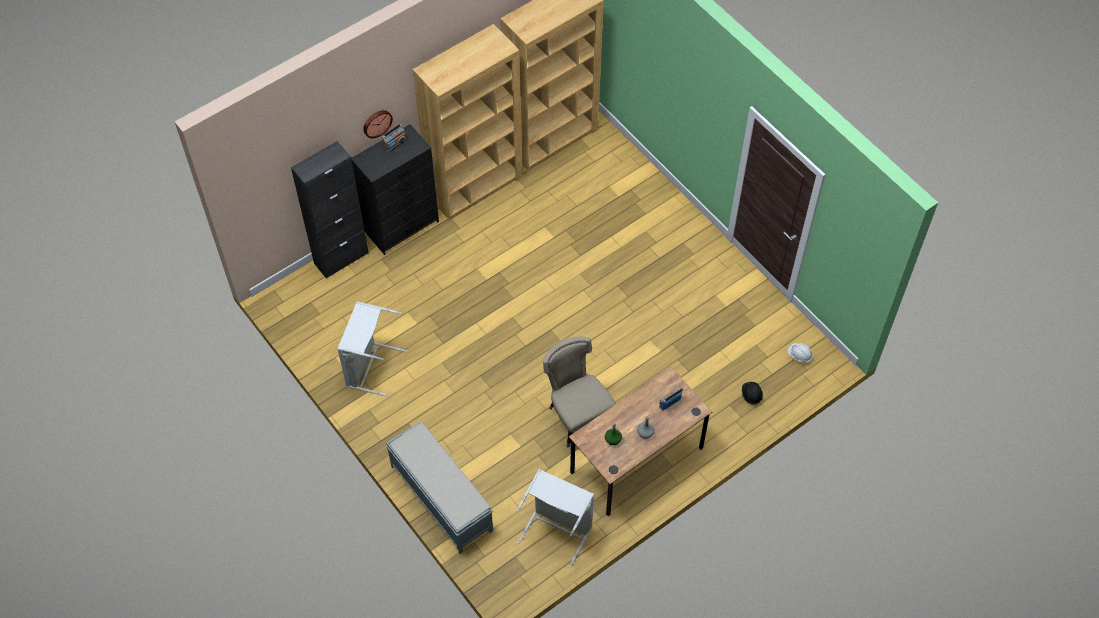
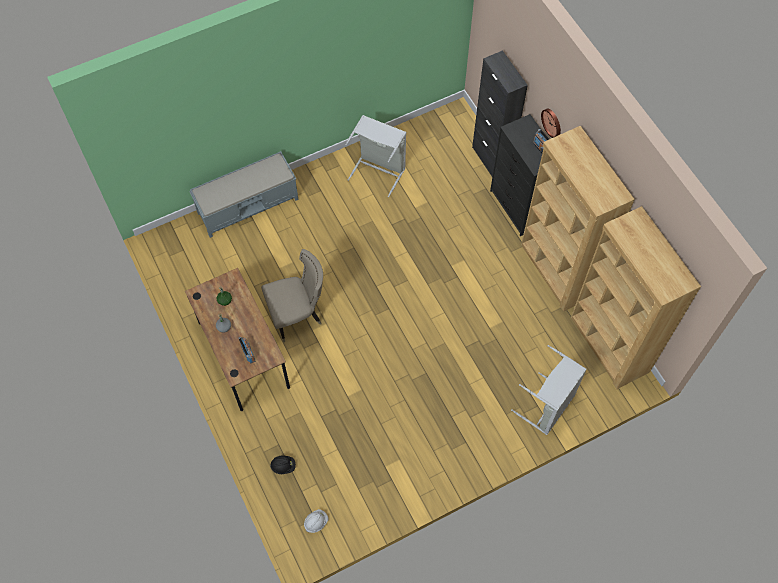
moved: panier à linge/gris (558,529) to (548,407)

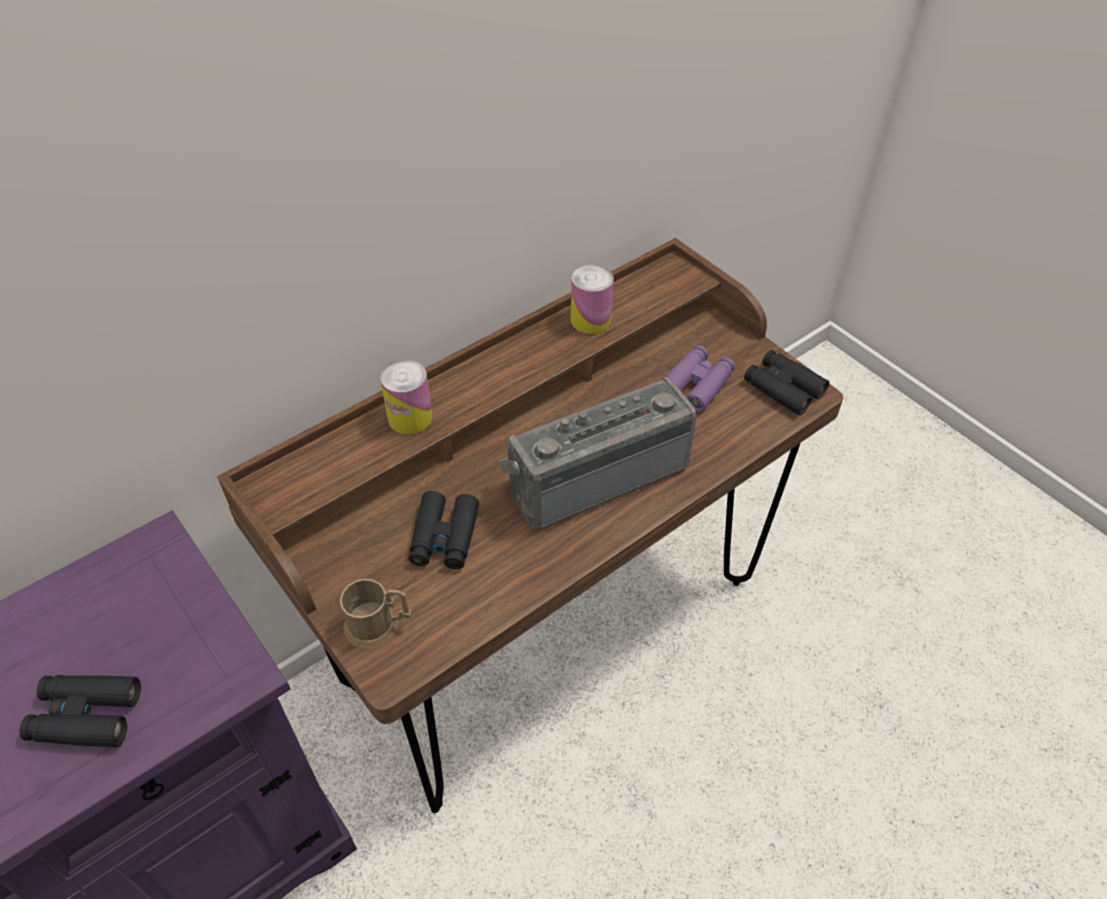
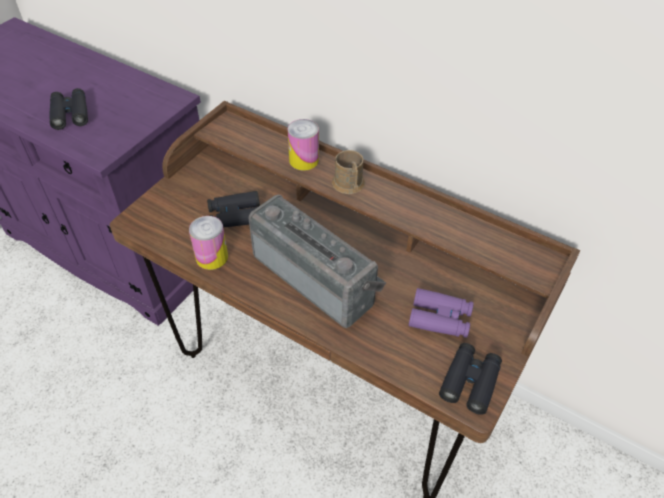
moved: boîte métallique (590,320) to (212,257); mug/marron (379,625) to (349,186)

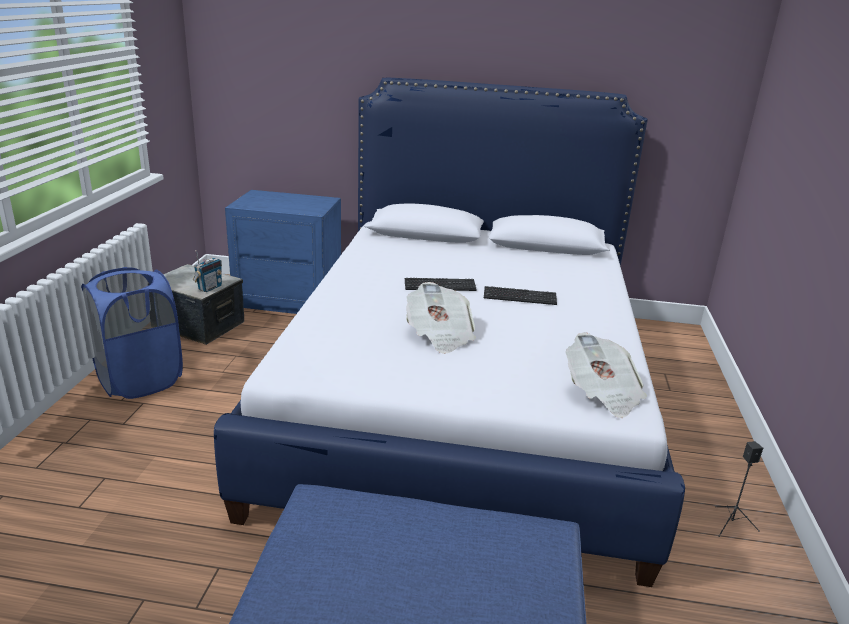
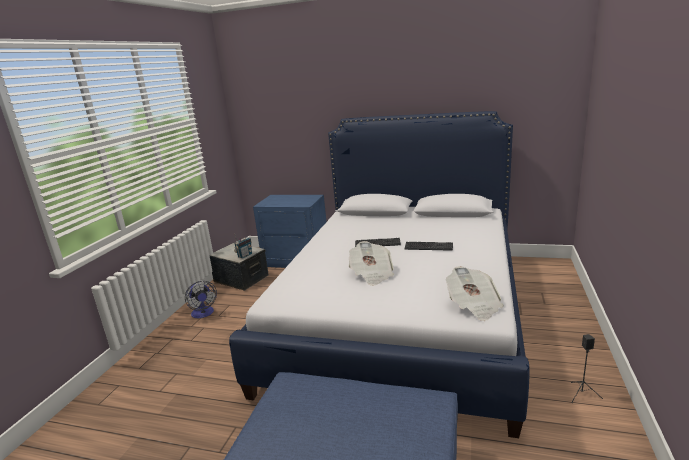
replaced: panier à linge/bleu (140,380) to ventilateur (203,314)

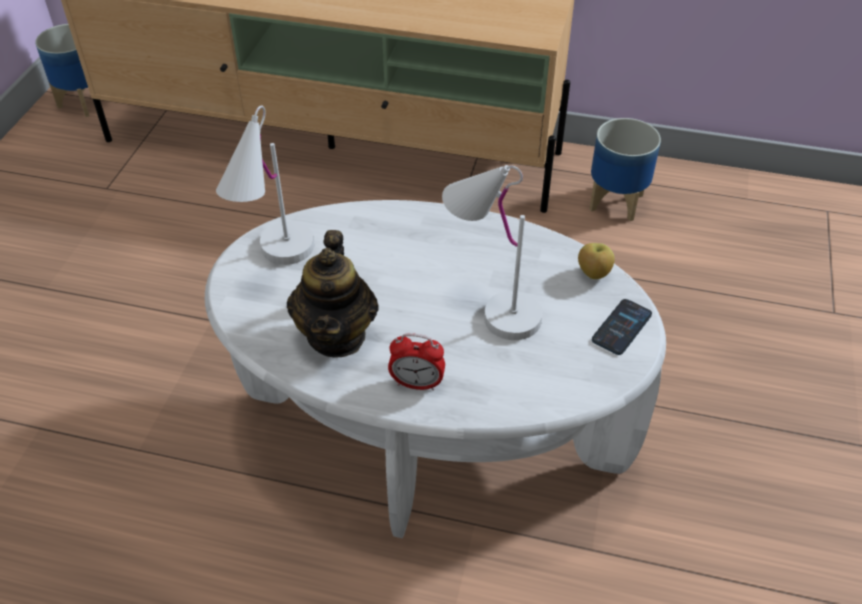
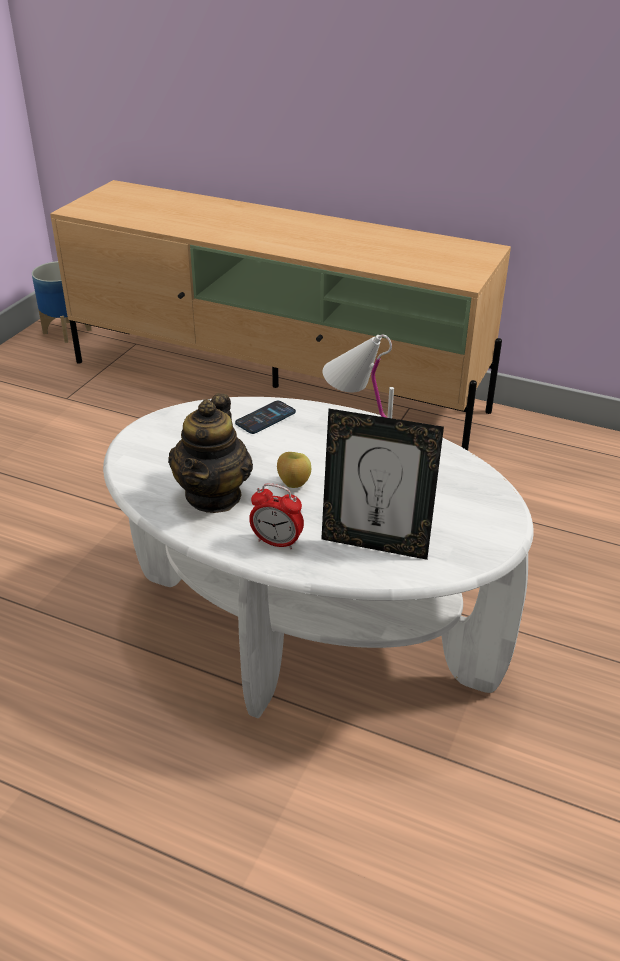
removed: lampe de table/blanc (274,262); cache-pot (617,203)
added: cadre photo (375,543)
moved: pomme (593,274) to (293,484); téléphone (621,327) to (265,418)

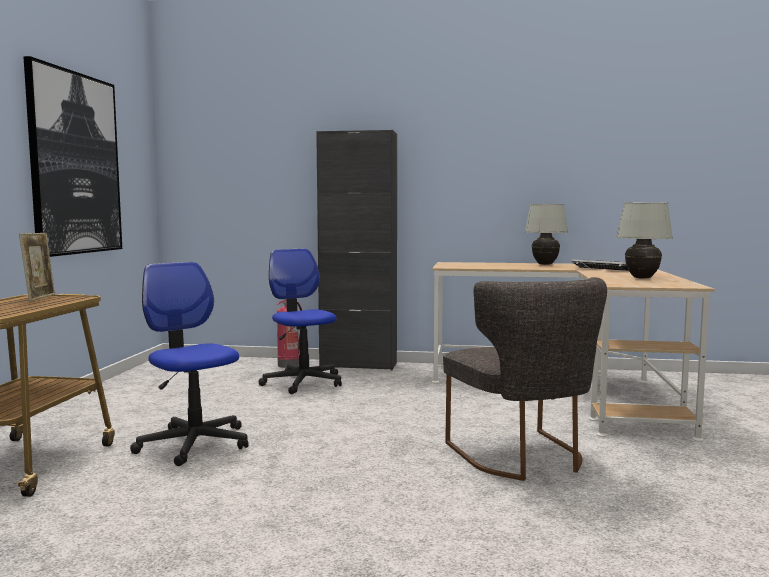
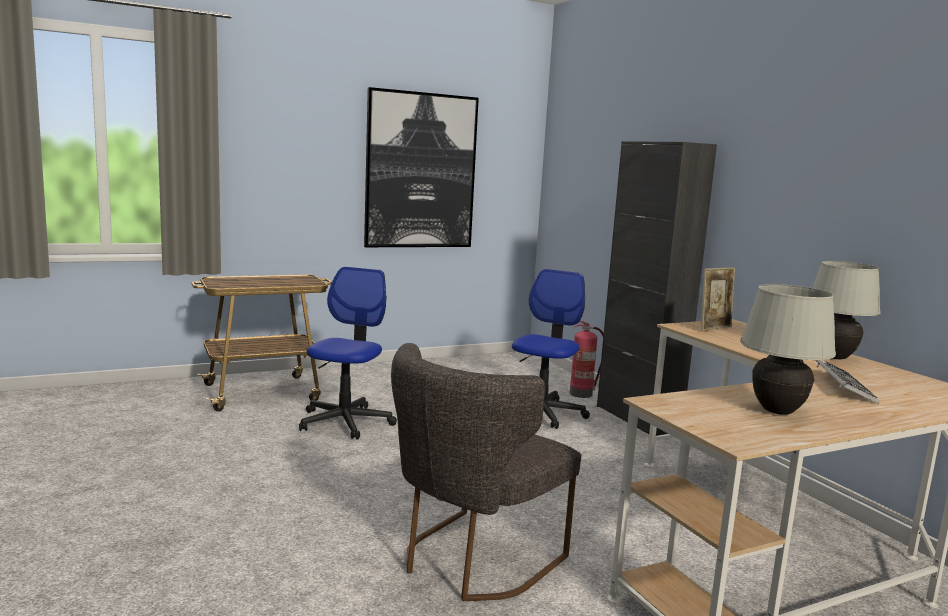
moved: cadre photo (40,298) to (714,328)

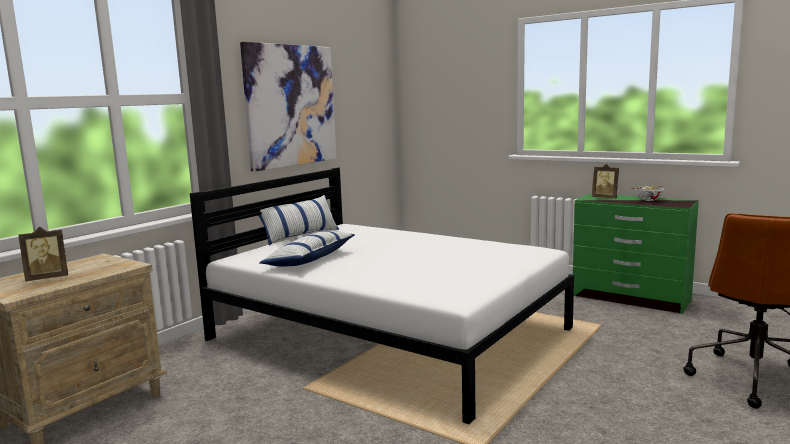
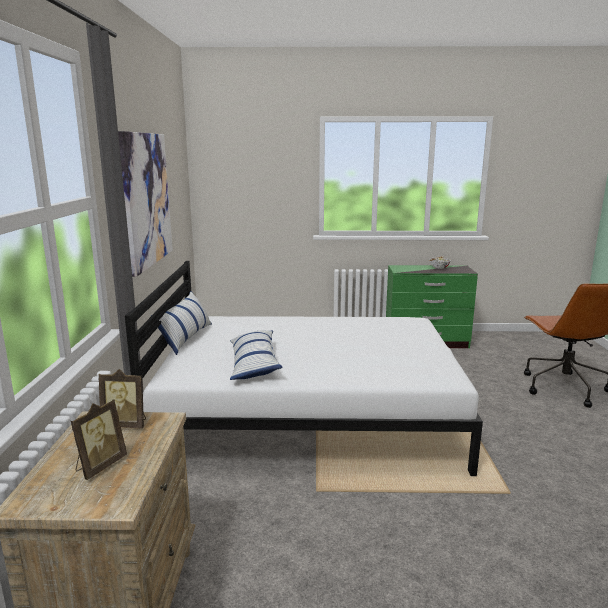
moved: cadre photo (605,198) to (126,424)

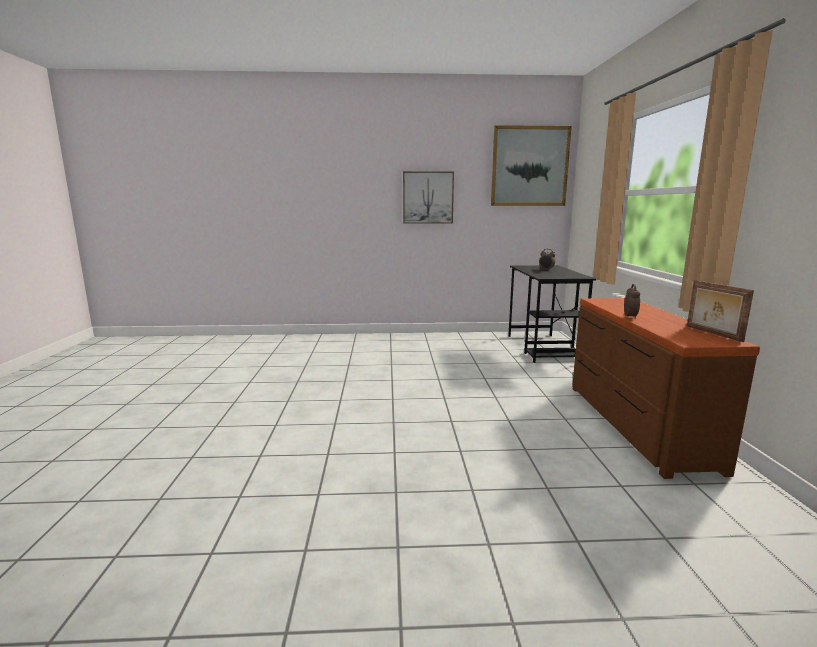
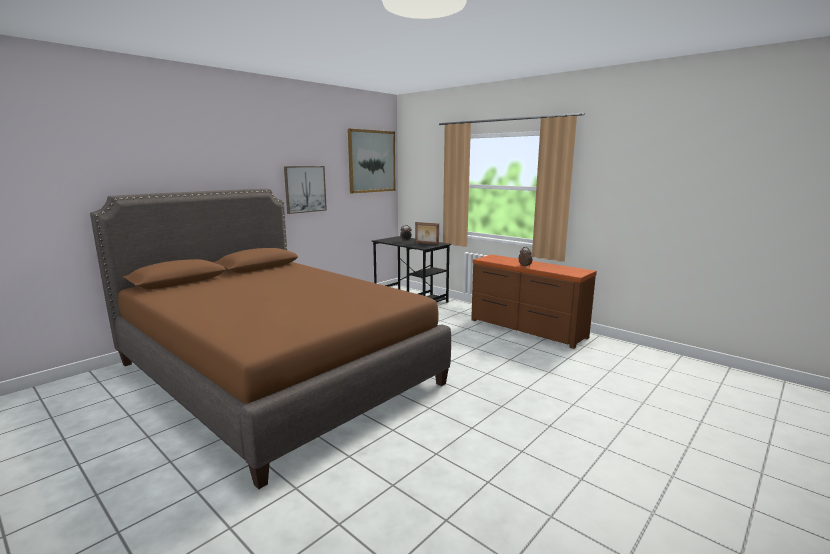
added: lit/marron (275,373)
moved: cadre photo (712,333) to (426,243)

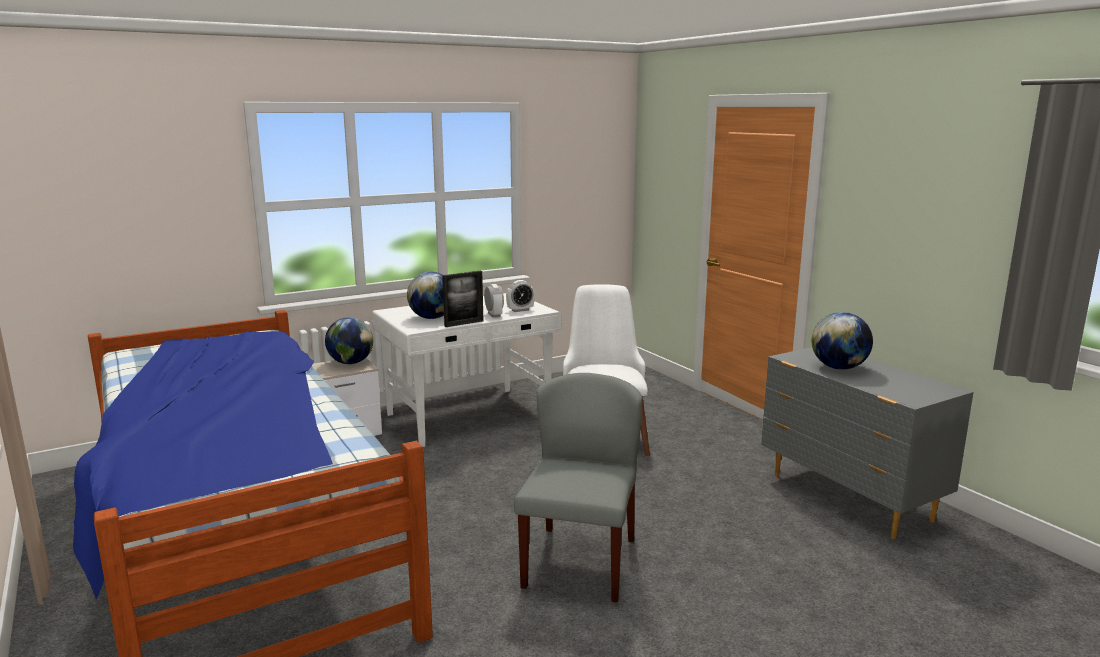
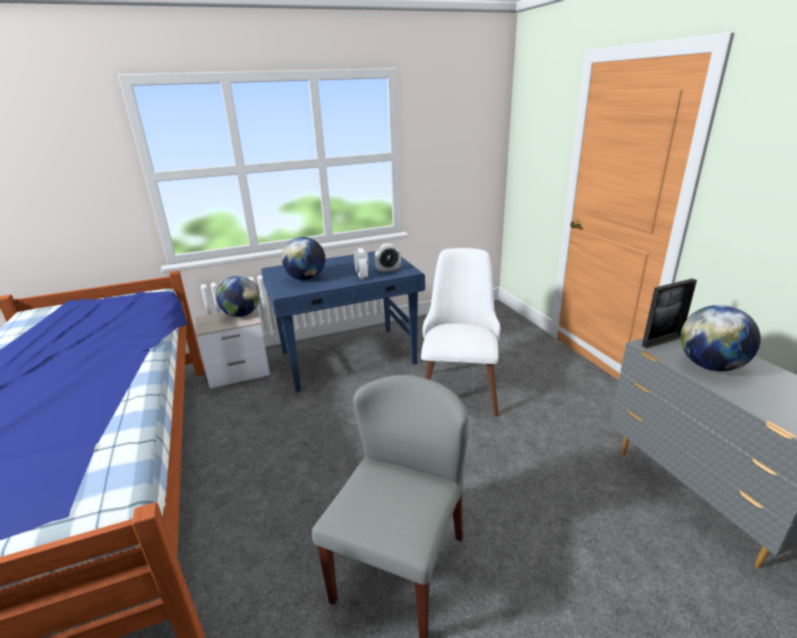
moved: cadre photo (464,323) to (662,341)
recoloured: bureau/blanc (470,416) to bureau/bleu (349,358)

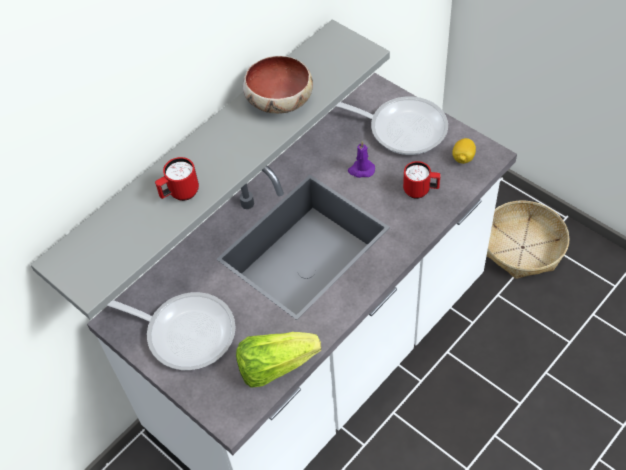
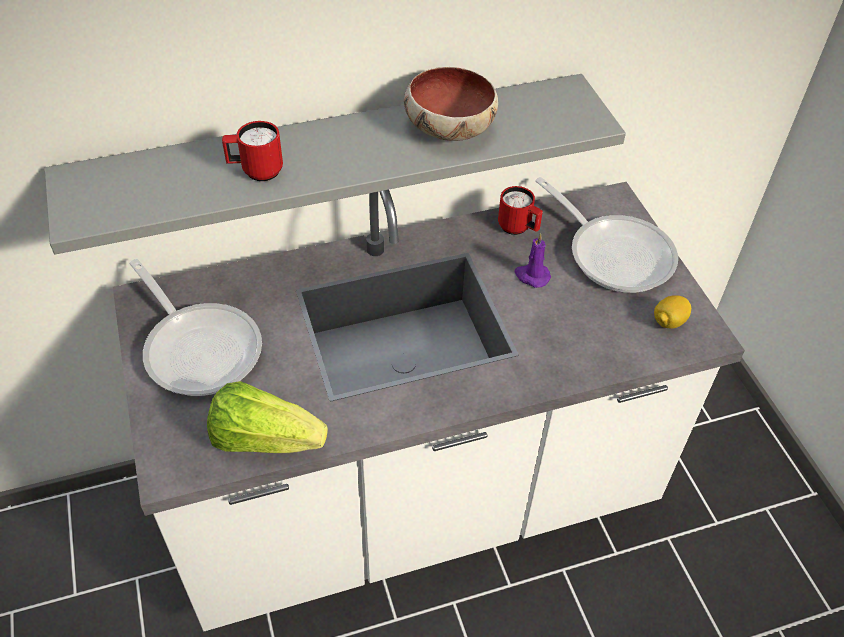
removed: panier (523,247)
moved: mug/rouge (420,191) to (518,229)

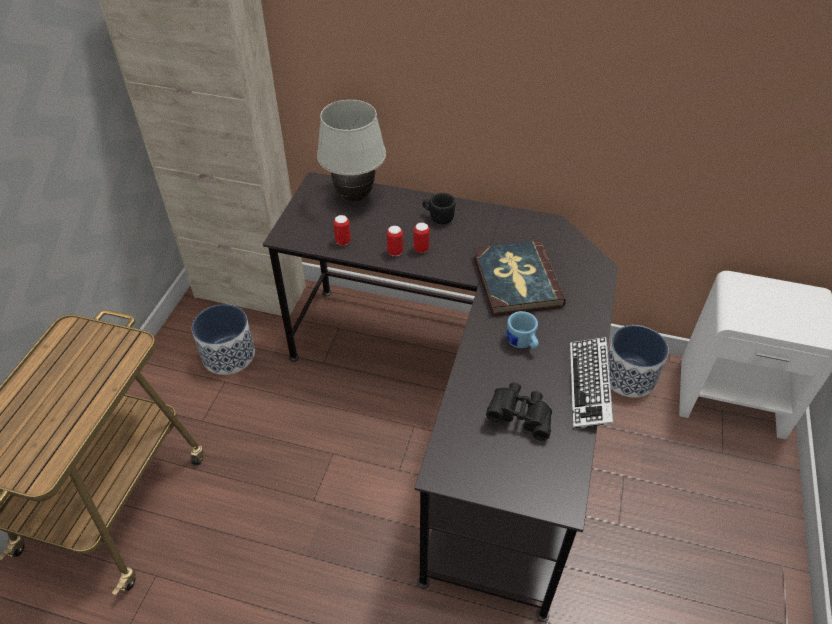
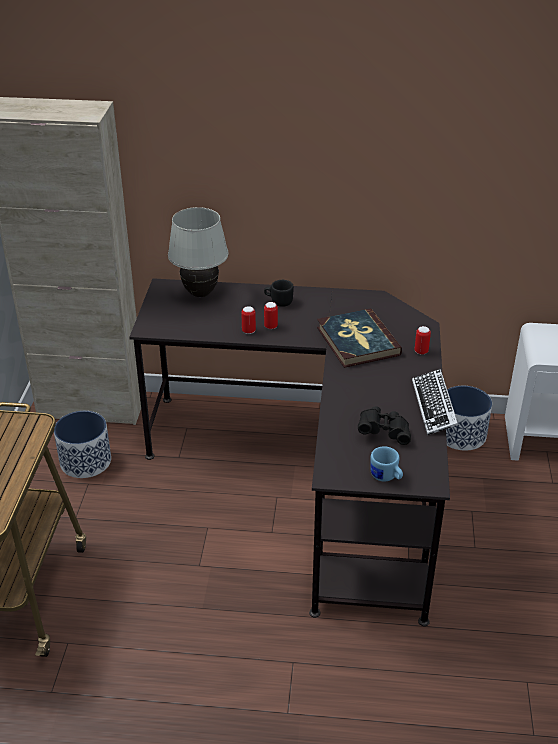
moved: boîte métallique (343,241) to (421,351); mug/bleu (522,343) to (386,477)

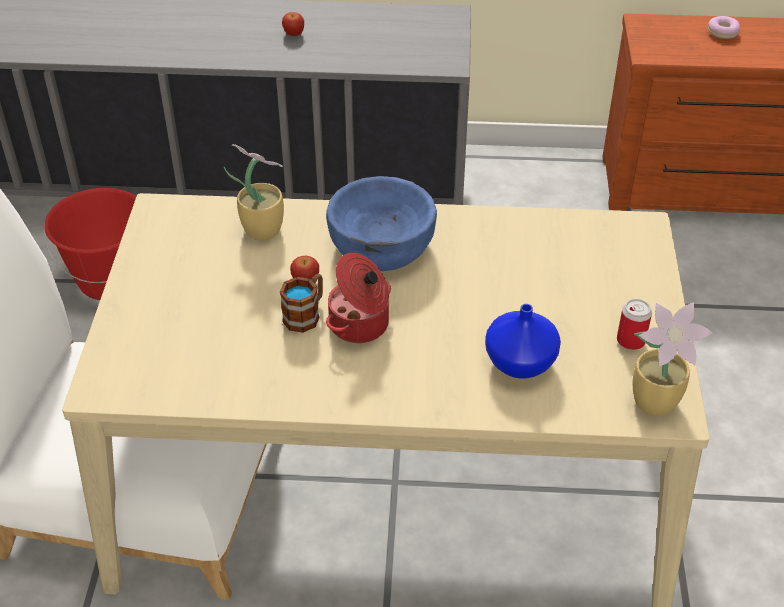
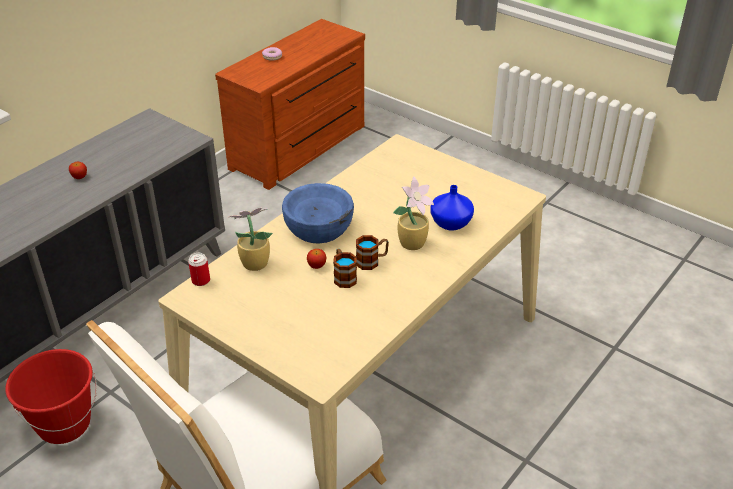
moved: boîte métallique (630,340) to (201,280); plante en pot (657,402) to (413,243)
replaced: marmite (360,325) to mug (372,261)

